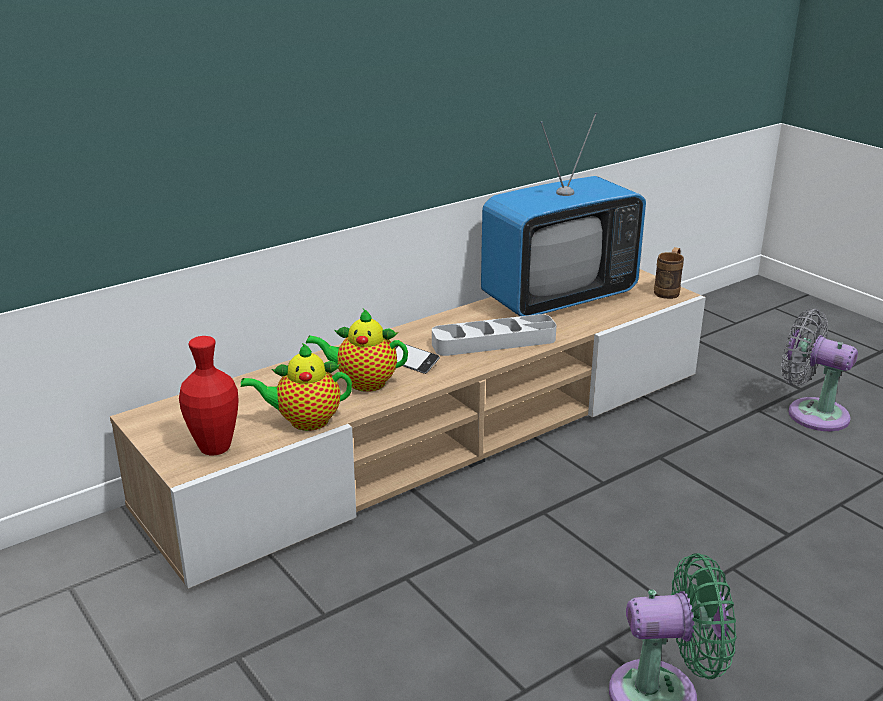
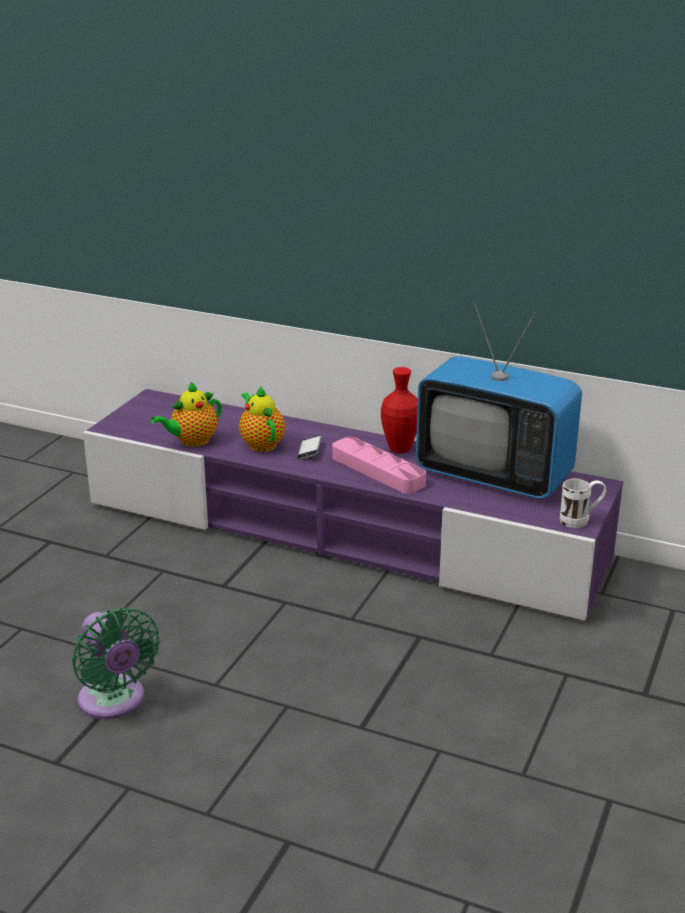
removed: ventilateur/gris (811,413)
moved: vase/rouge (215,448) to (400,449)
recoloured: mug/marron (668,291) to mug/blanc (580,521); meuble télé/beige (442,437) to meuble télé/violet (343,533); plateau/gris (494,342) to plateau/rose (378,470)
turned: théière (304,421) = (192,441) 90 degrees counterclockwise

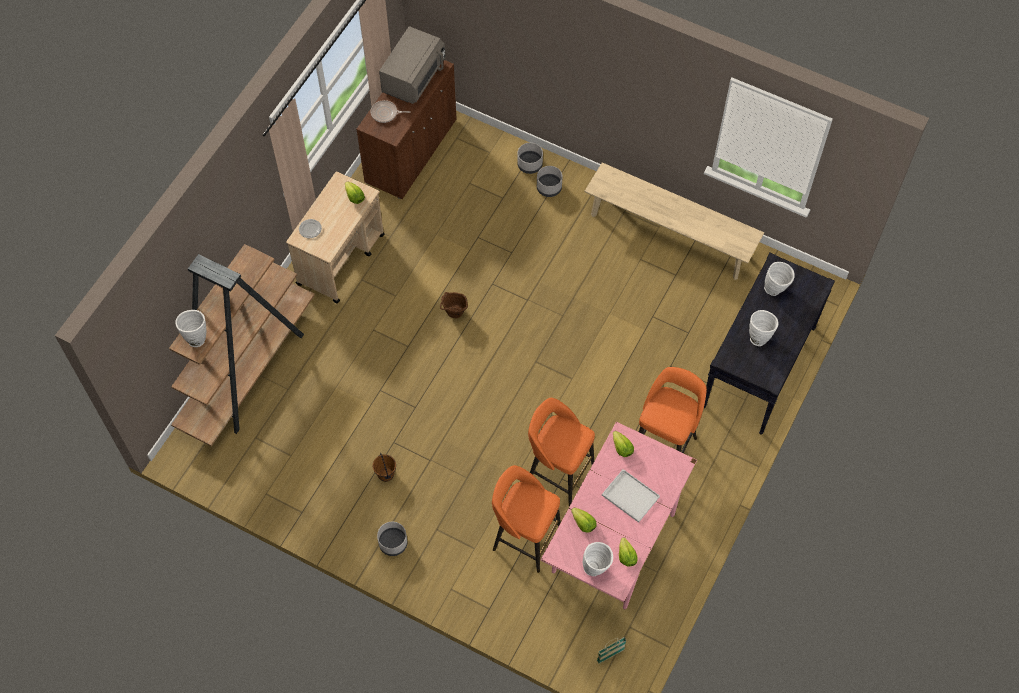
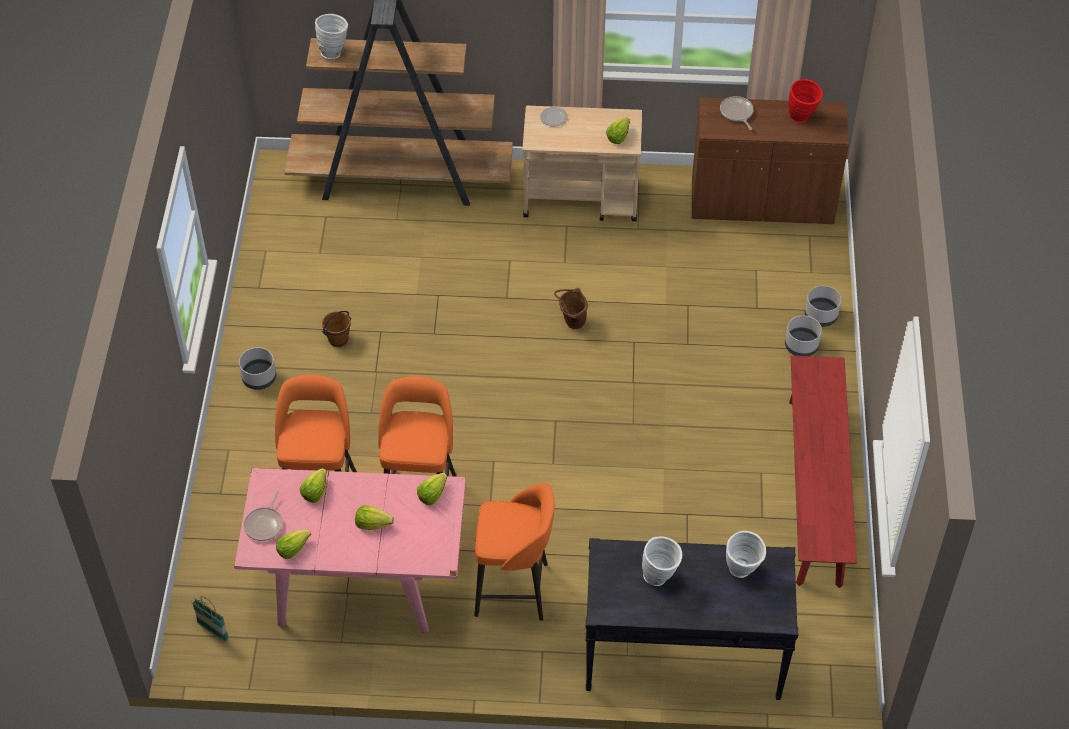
replaced: micro-ondes/gris (414,78) to vase/rouge (802,118); plateau/blanc (629,496) to laitue (372,524); vase/blanc (596,567) to poêle (265,524)
recoloured: banc/beige (669,235) to banc/rouge (815,491)

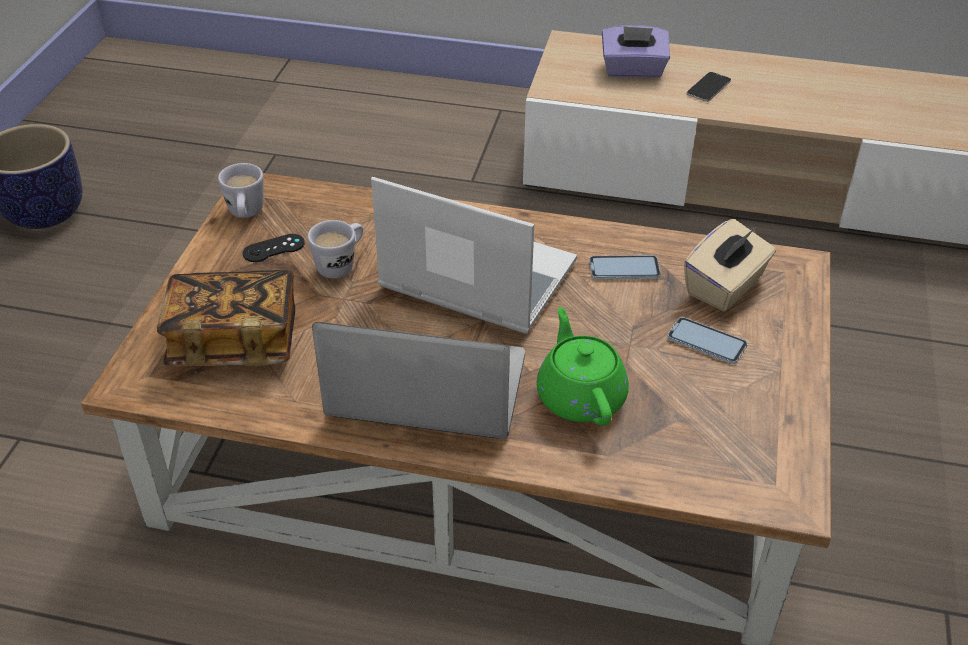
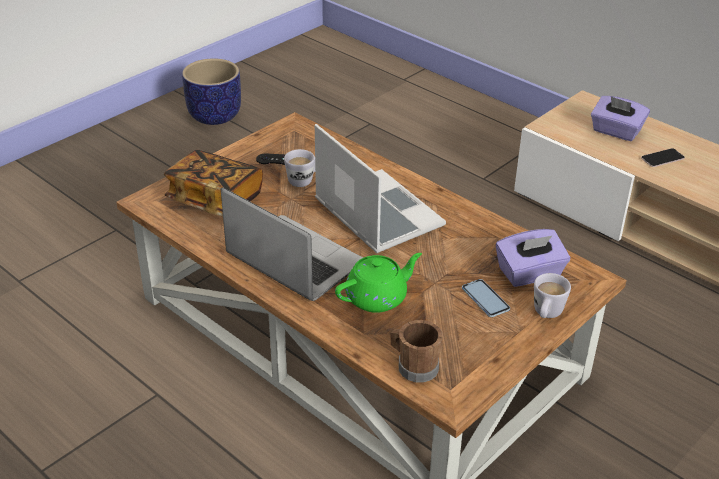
removed: téléphone (624,269)
added: mug/marron (413,366)
moved: mug/blanc (246,215) to (546,315)
recoloured: boîte à mouchoirs/beige (725,287) to boîte à mouchoirs/violet (530,273)
turned: théière/vert (580,396) = (377,298) 45 degrees clockwise

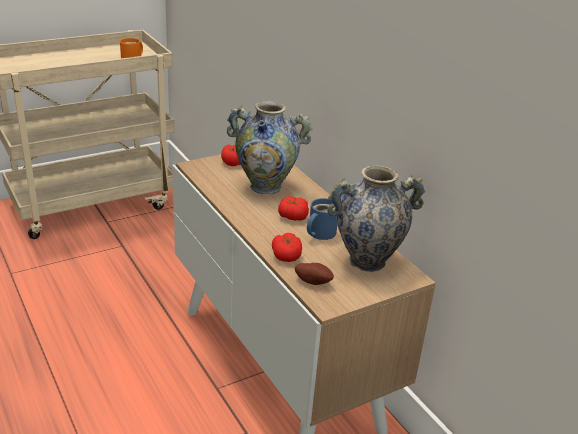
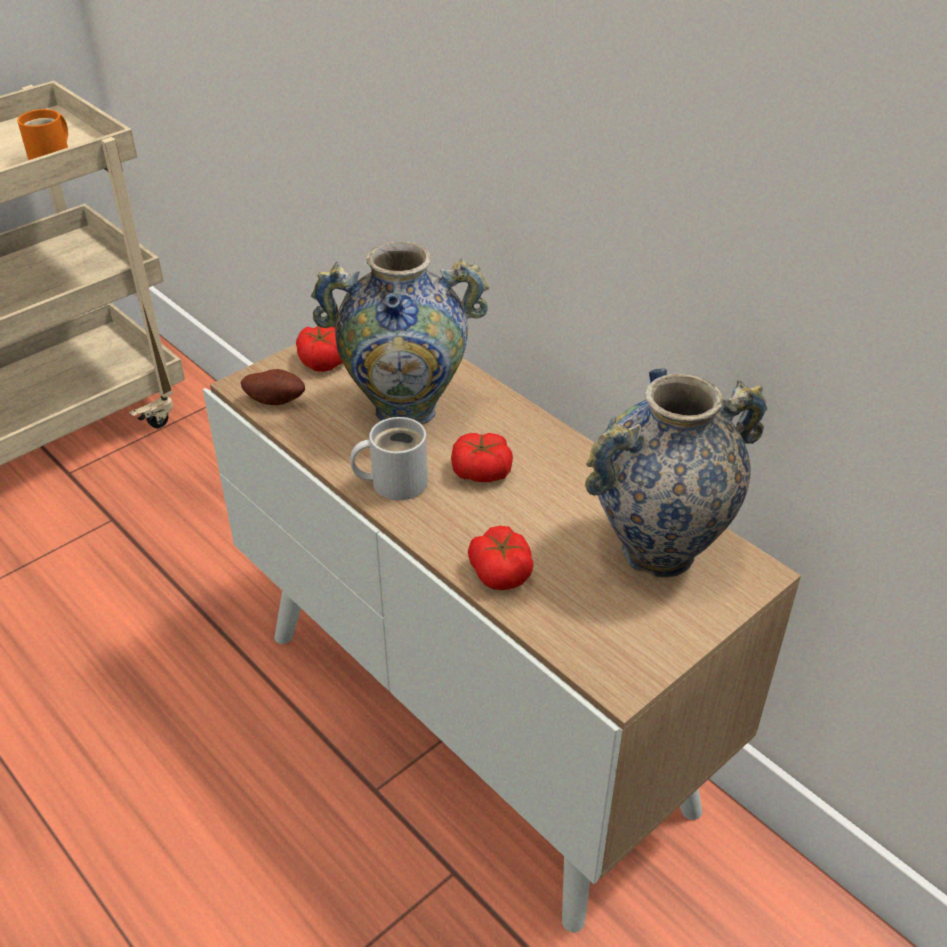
removed: mug/bleu (319,233)
added: mug/blanc (394,481)
moved: pomme de terre (313,281) to (276,400)

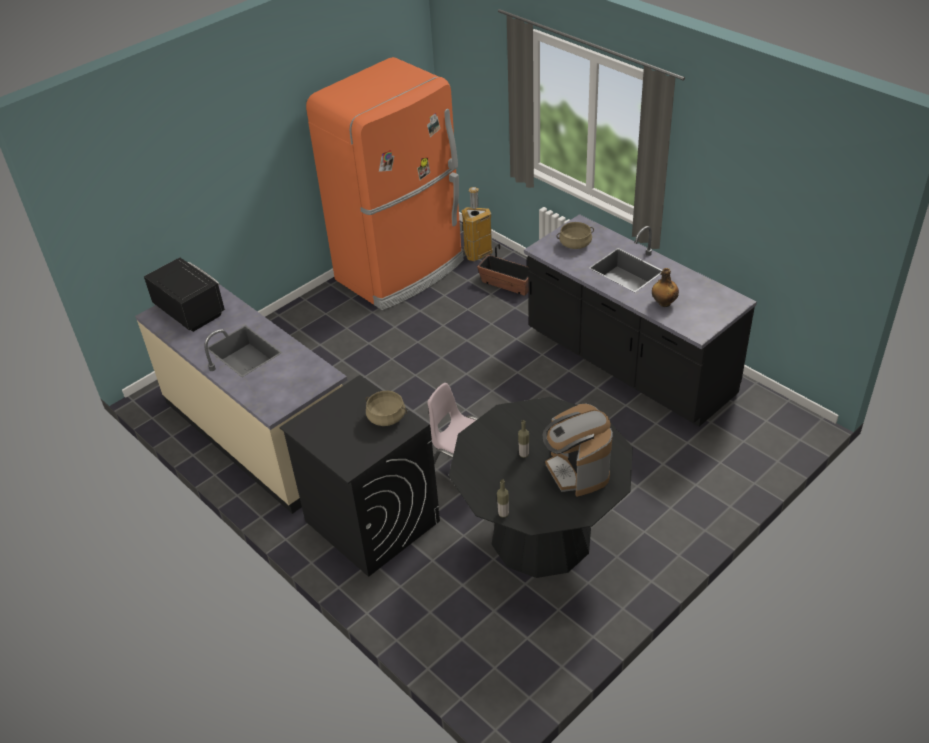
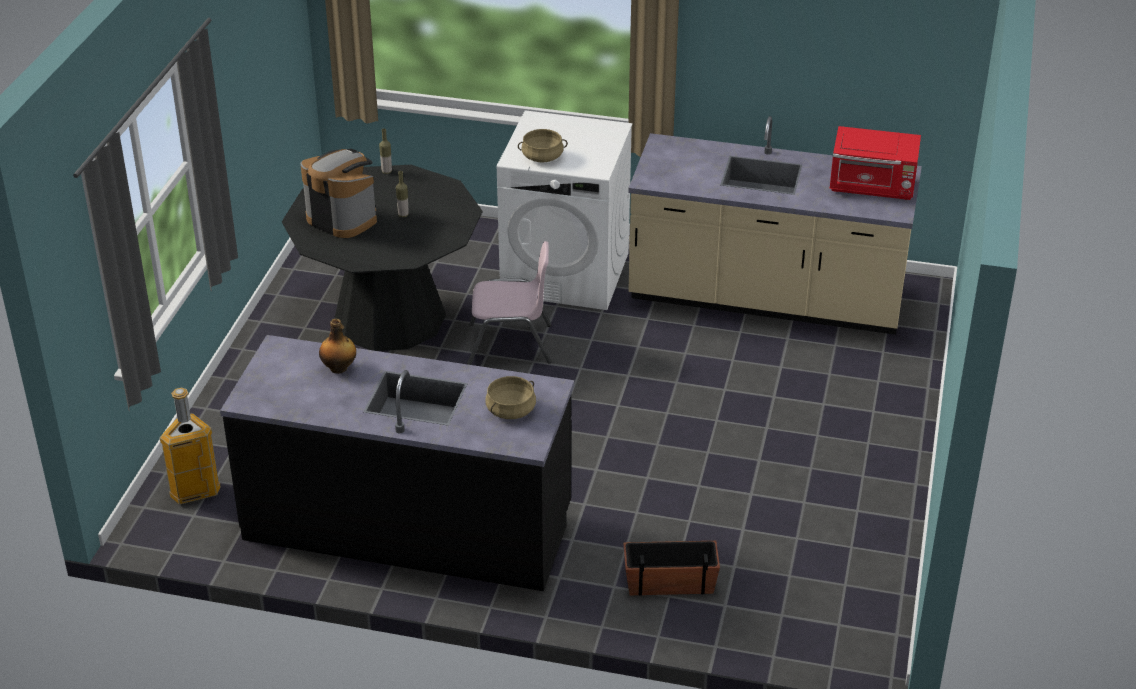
removed: réfrigérateur/orange (402,271)
moved: poubelle (478,254) to (194,491)
recoloured: micro-ondes/noir (190,310) to micro-ondes/rouge (873,187); lave-linge/noir (371,520) to lave-linge/blanc (566,274)

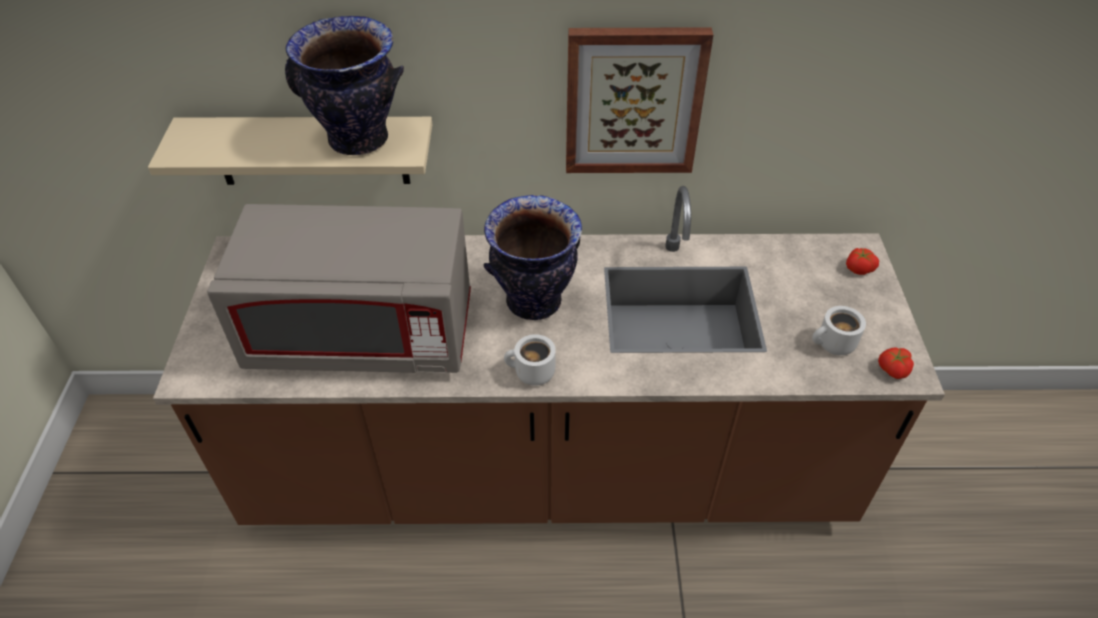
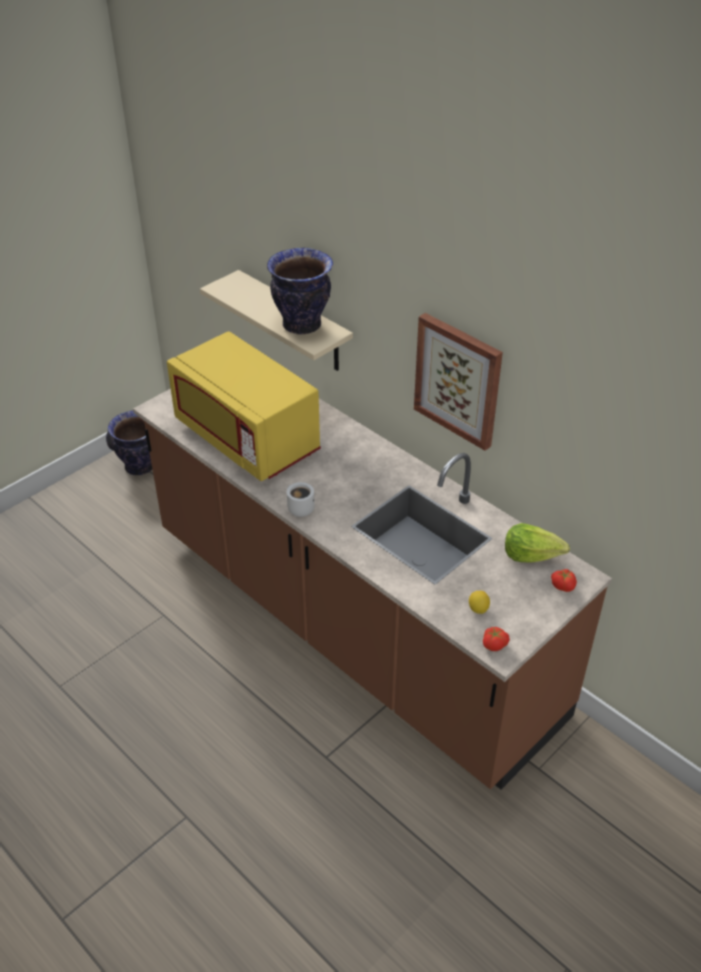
added: laitue (531,555)
moved: vase (534,302) to (140,467)
replaced: mug/blanc (833,345) to citron (478,609)
recoloured: micro-ondes/gris (363,334) to micro-ondes/jaune (247,438)

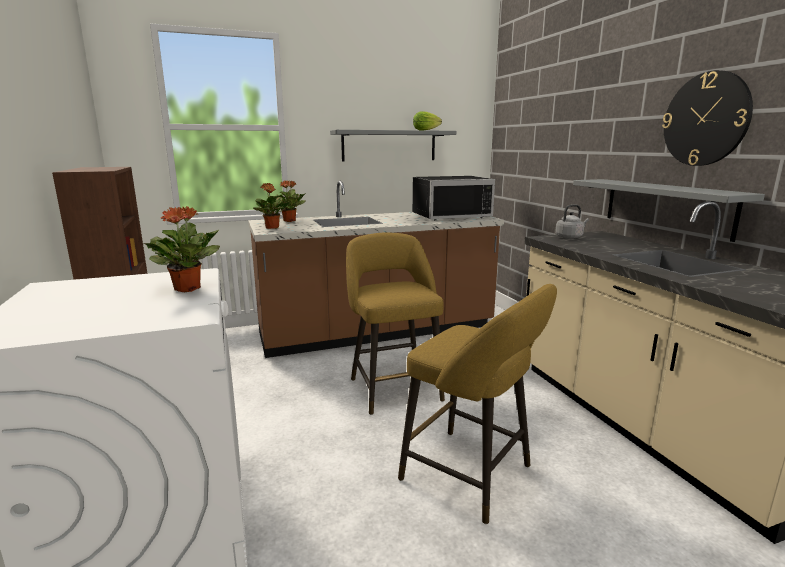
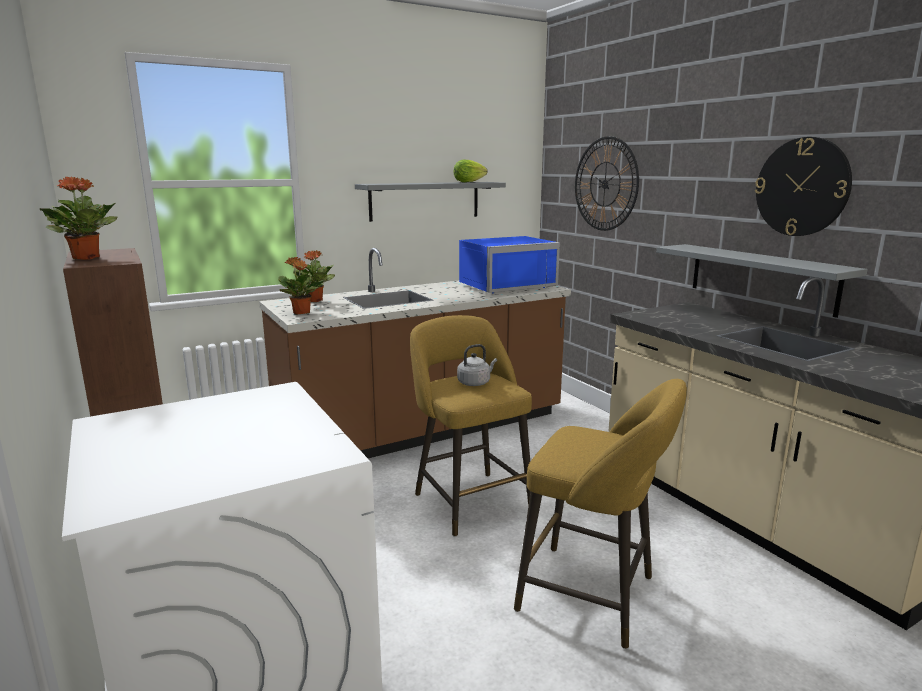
added: horloge murale (605,184)
moved: bouilloire/gris (570,237) to (475,383); plante en pot (188,288) to (87,258)
recoloured: micro-ondes/noir (449,215) to micro-ondes/bleu (504,285)

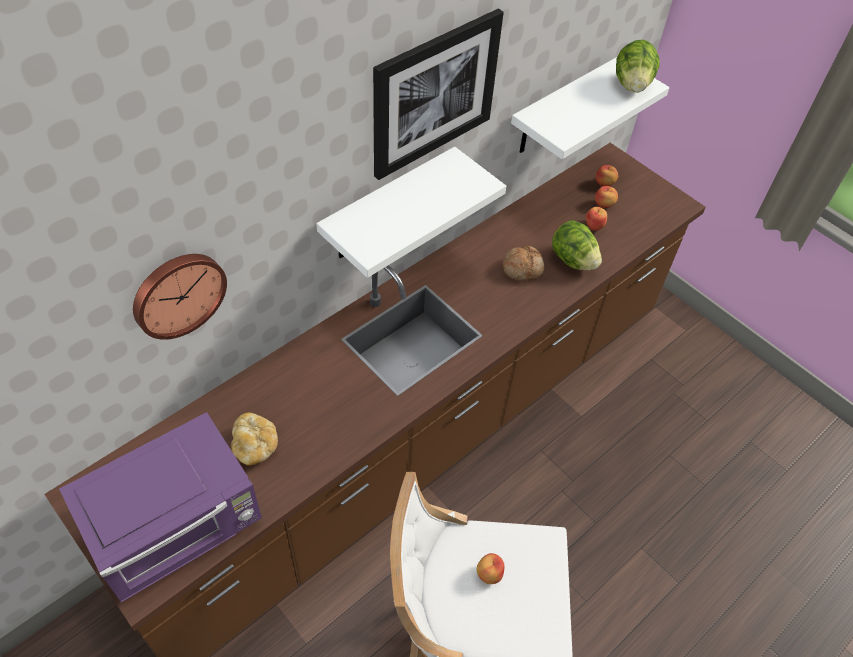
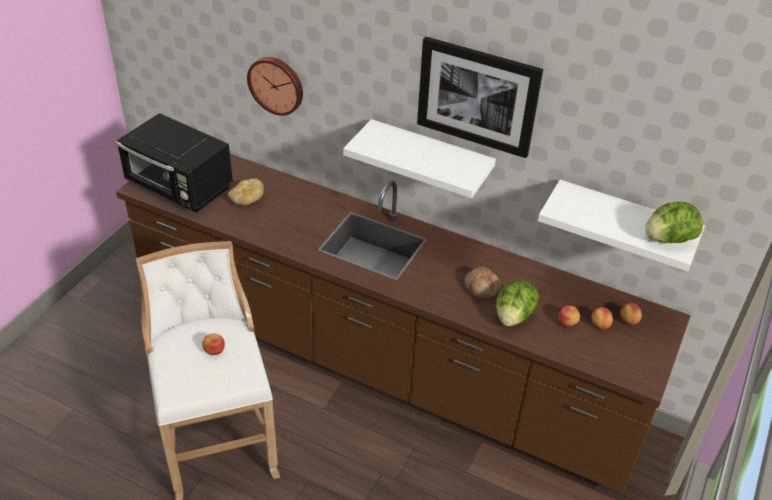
recoloured: micro-ondes/violet (178,527) to micro-ondes/noir (179,188)

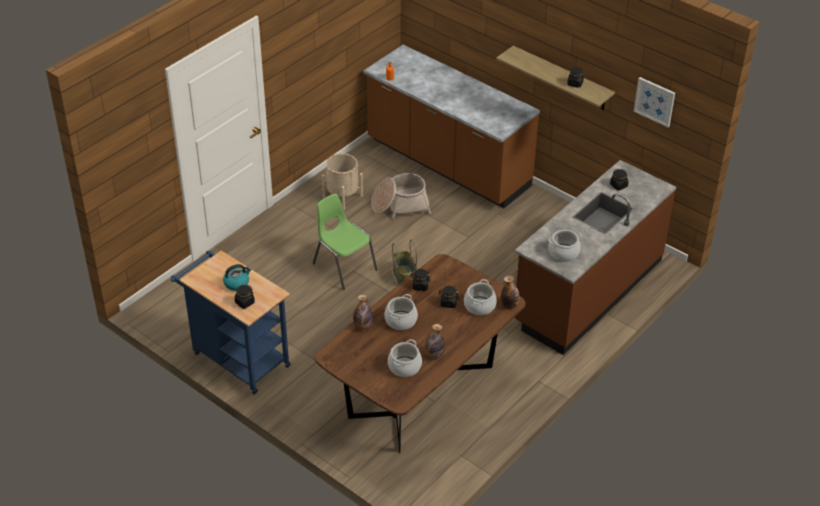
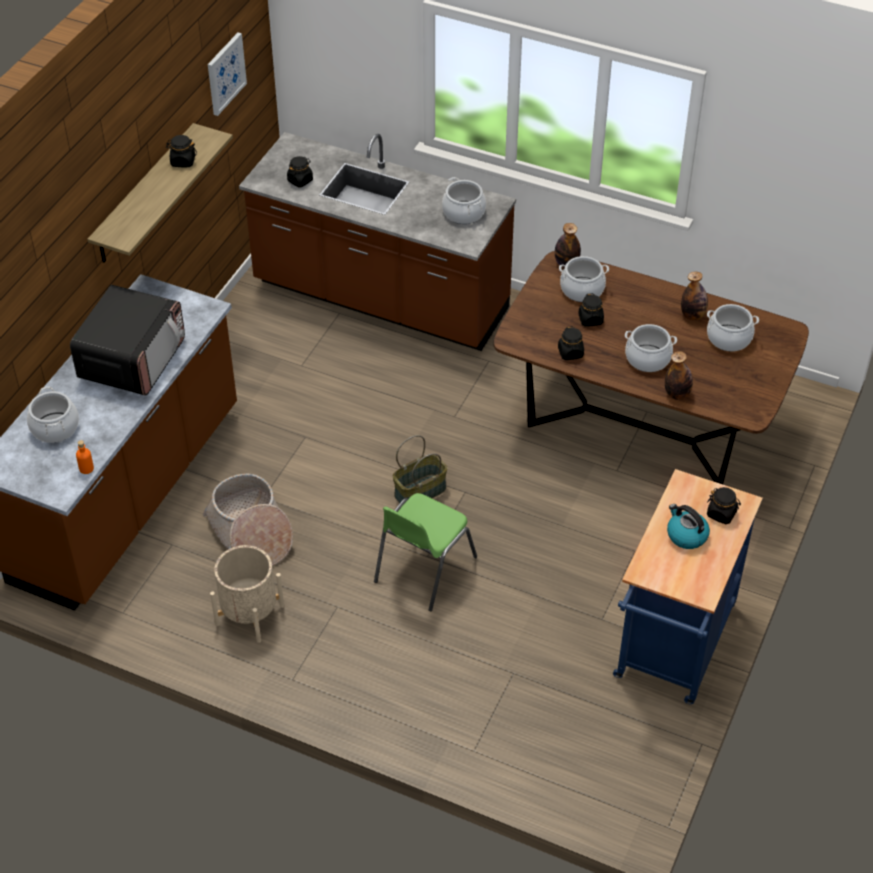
added: micro-ondes (133,359); marmite (55,428)

